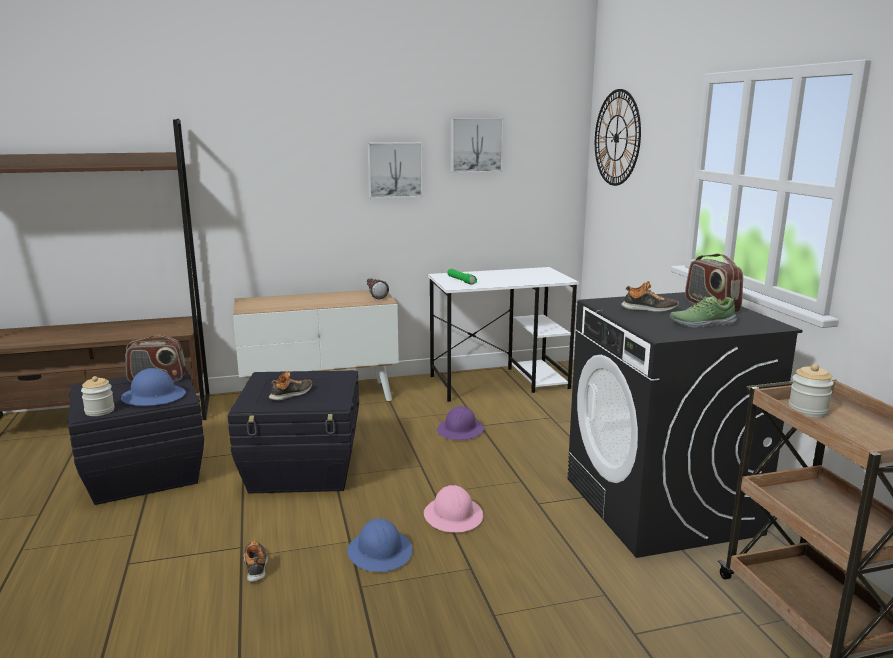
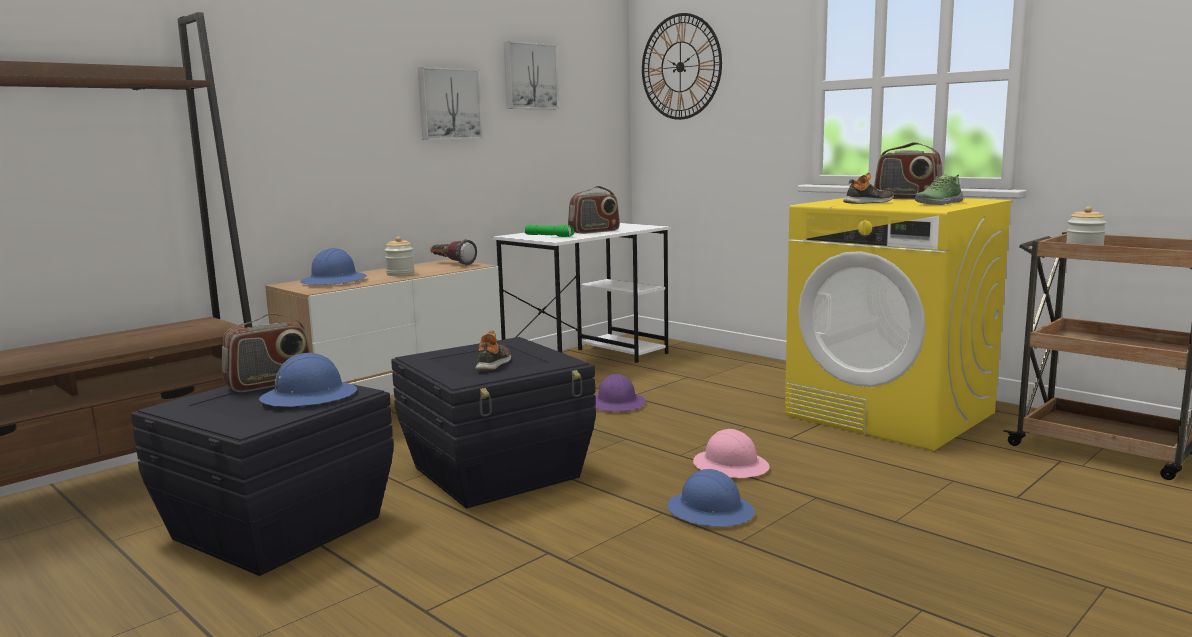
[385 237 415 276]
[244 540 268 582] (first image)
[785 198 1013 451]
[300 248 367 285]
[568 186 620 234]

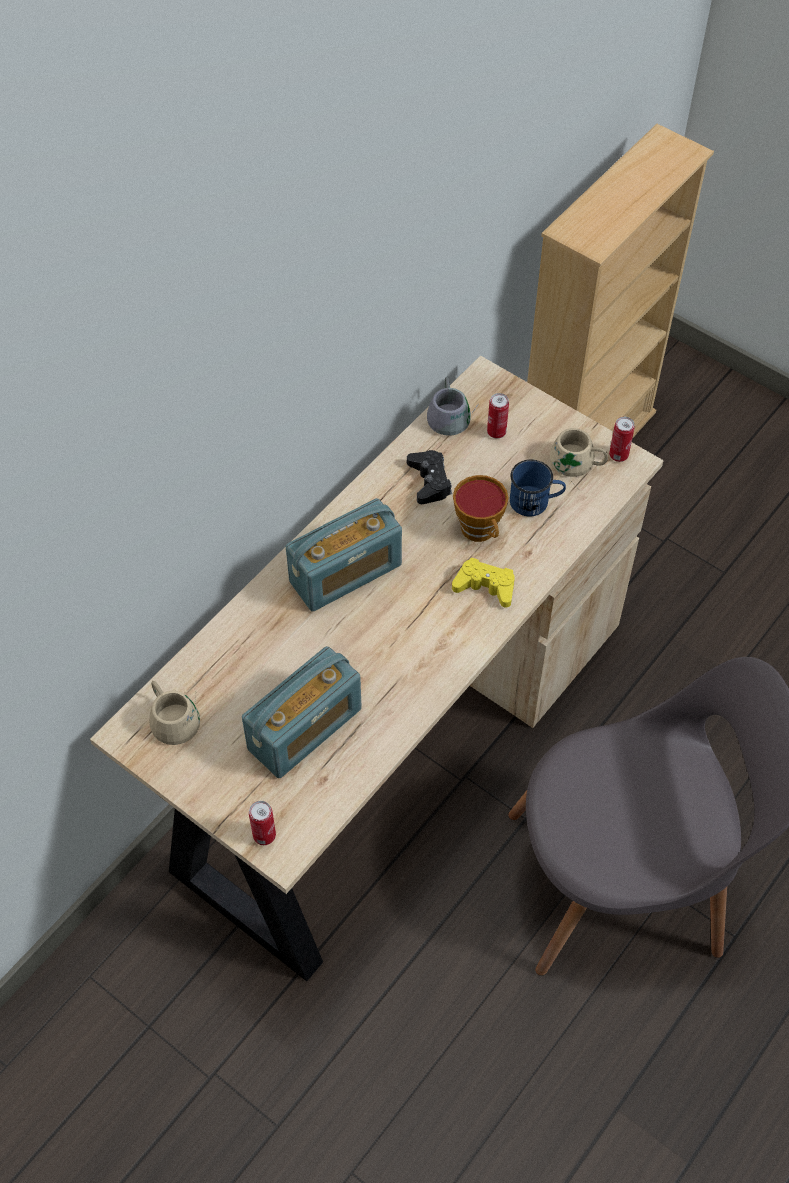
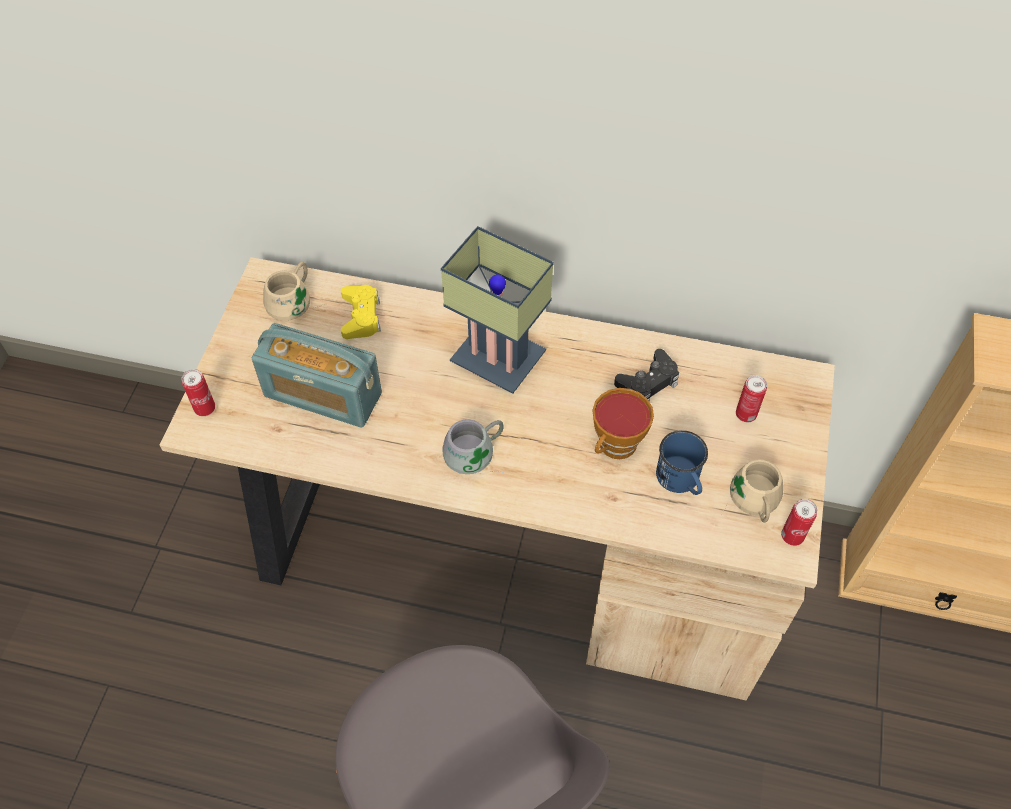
[441 226 554 394]
[442 419 505 474]
[341 285 381 339]

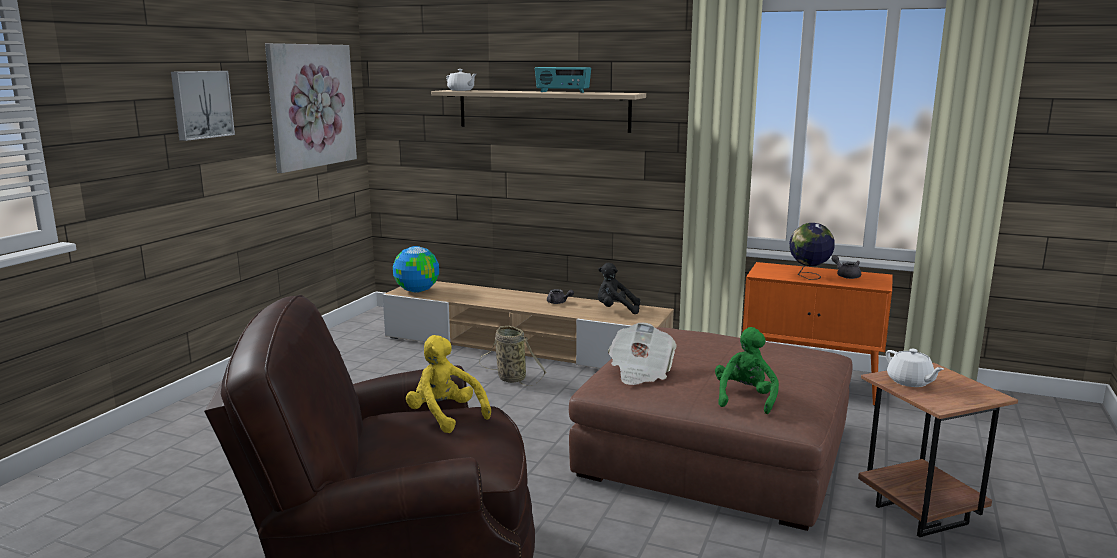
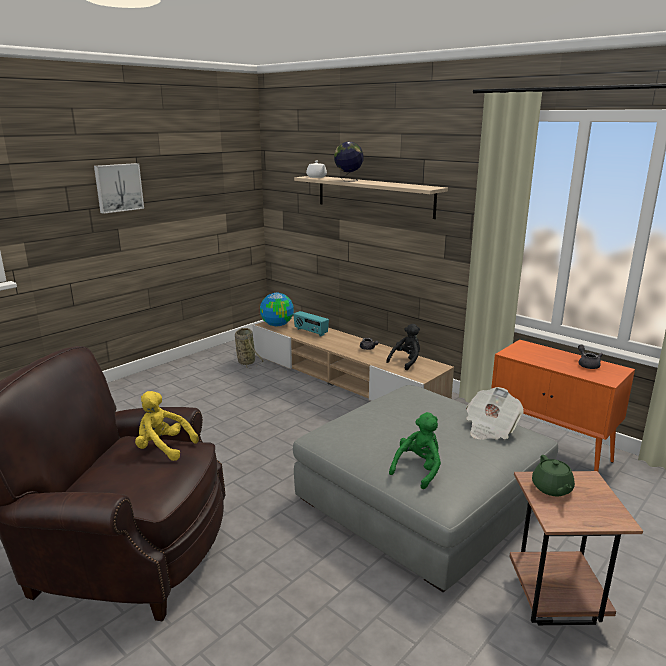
[265 43 357 173] (first image)
[135 391 198 461]
[235 328 264 369]
[293 311 329 337]
[293 385 558 592]
[386 324 420 370]
[466 387 524 439]
[334 142 364 181]
[532 455 575 496]

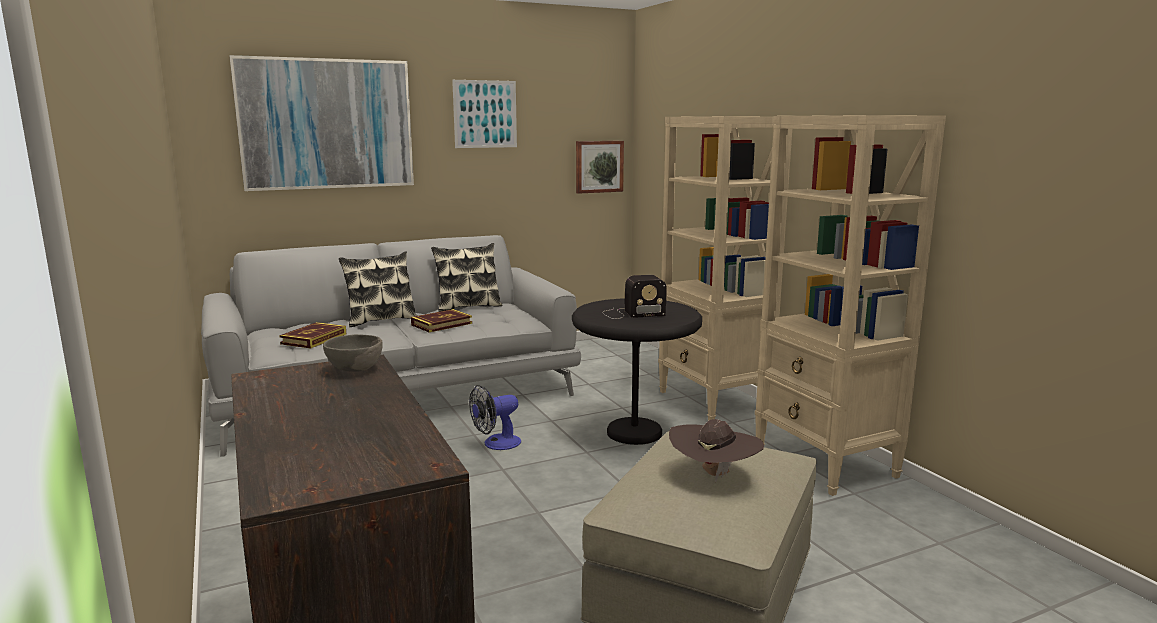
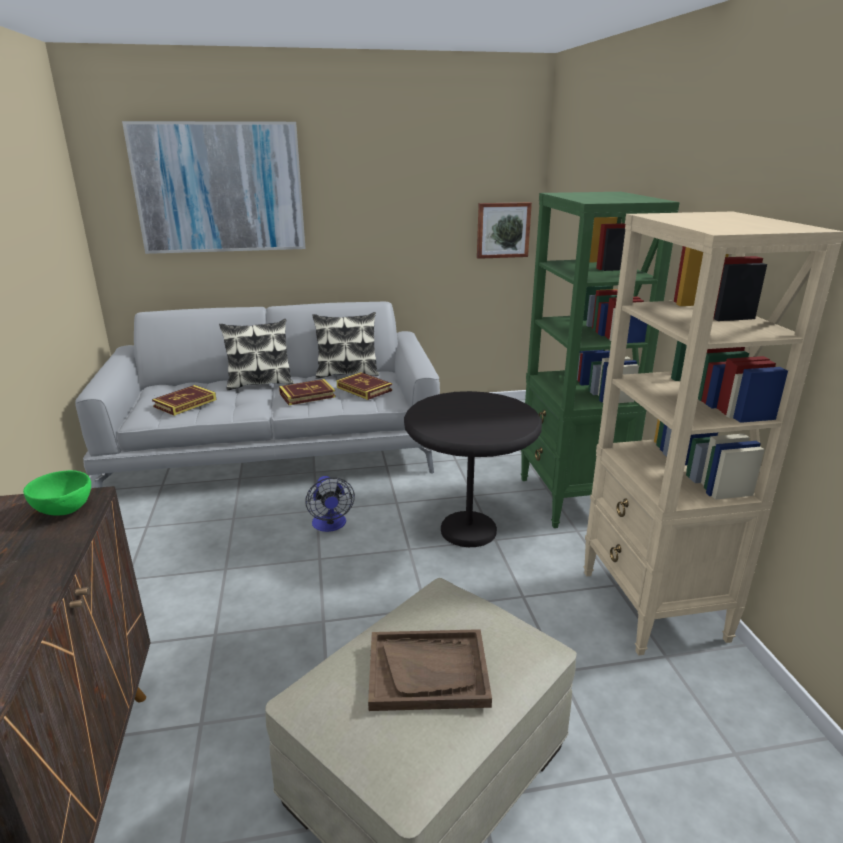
[23 470 91 515]
[452 80 517 148] (first image)
[305 476 355 532]
[603 275 667 319] (first image)
[521 192 680 528]
[368 629 492 711]
[336 372 392 400]

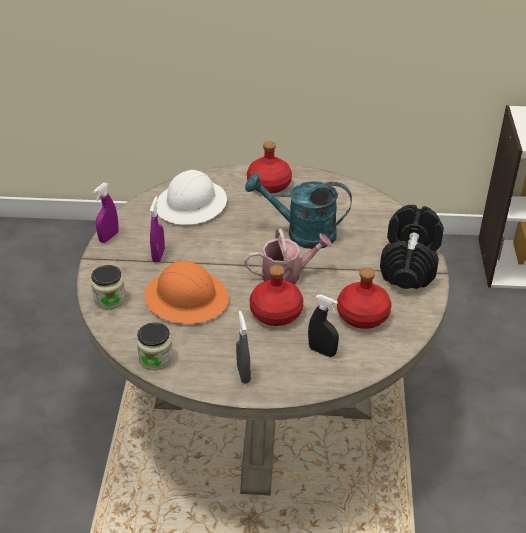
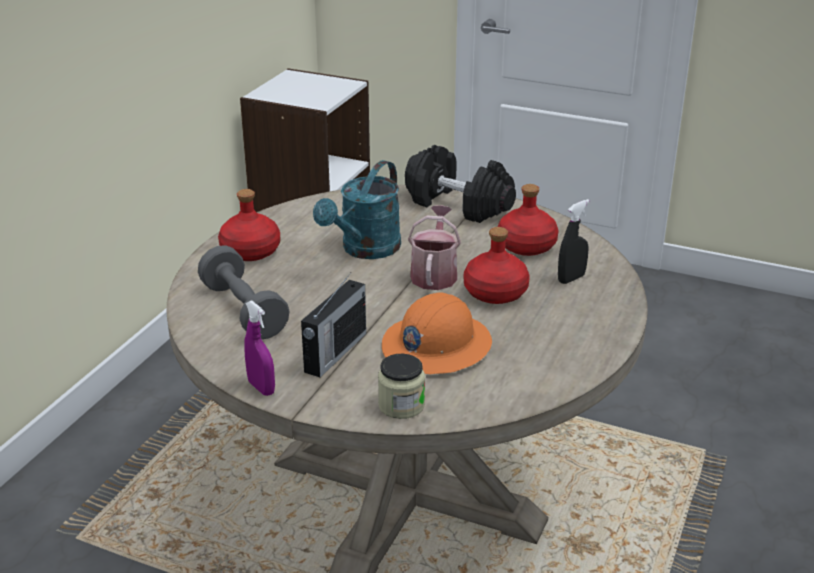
[137 323 173 370] (first image)
[301 273 366 377]
[198 245 290 339]
[236 311 251 384] (first image)

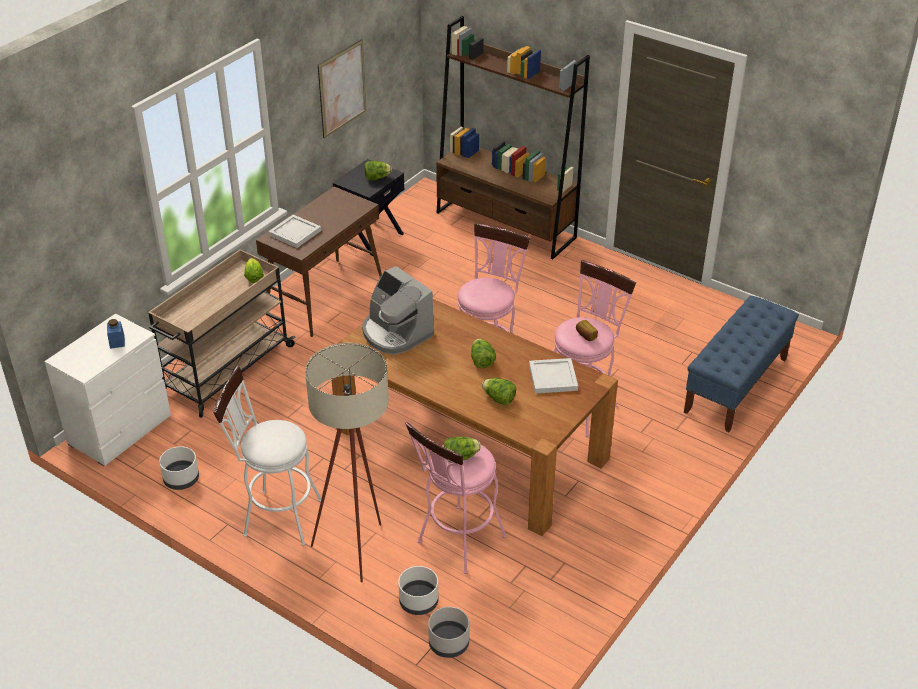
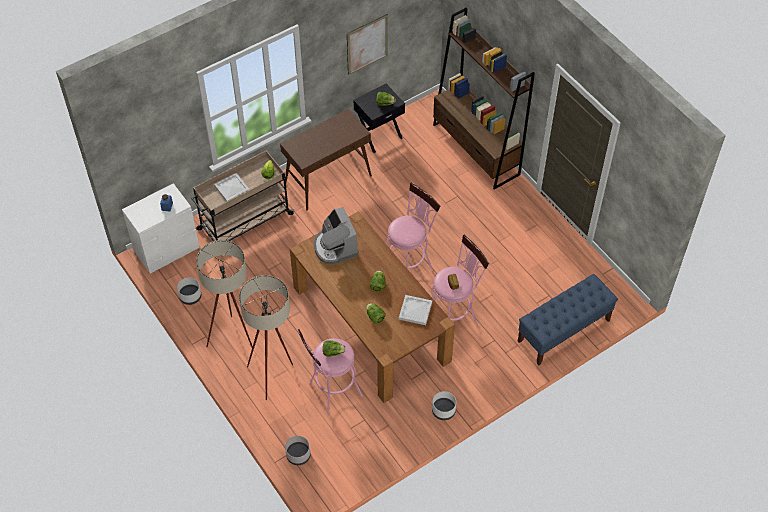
[196 240 253 347]
[214 173 249 202]
[432 391 456 420]

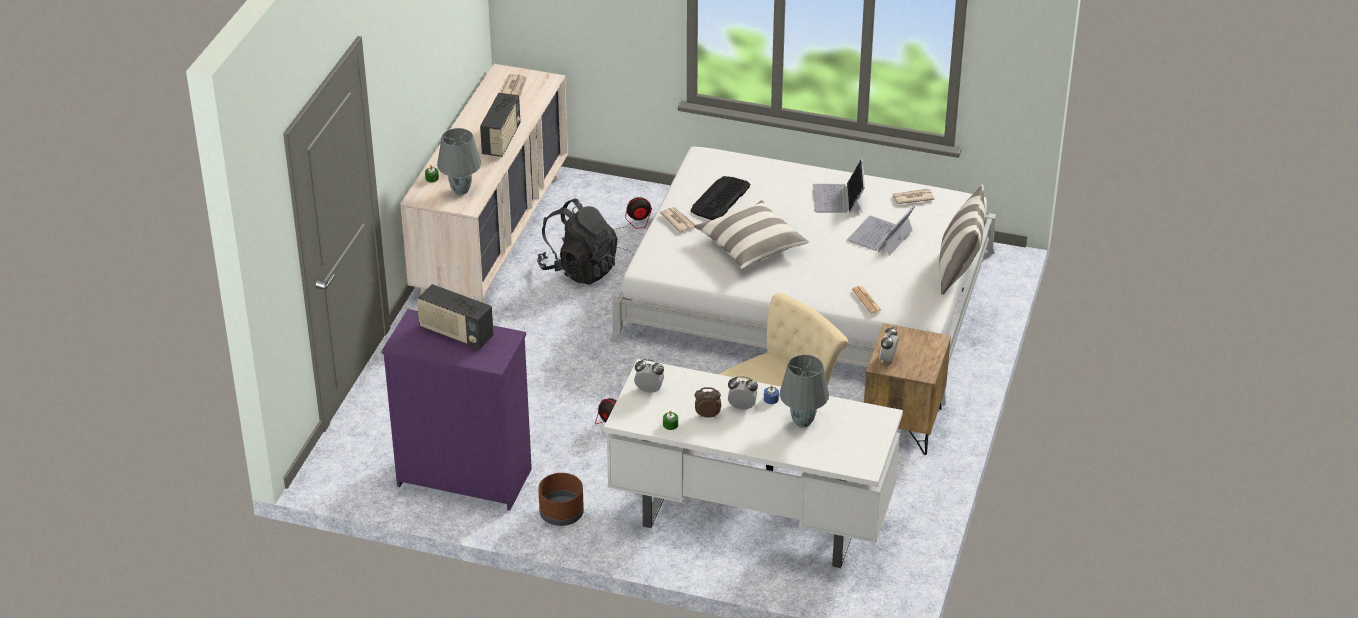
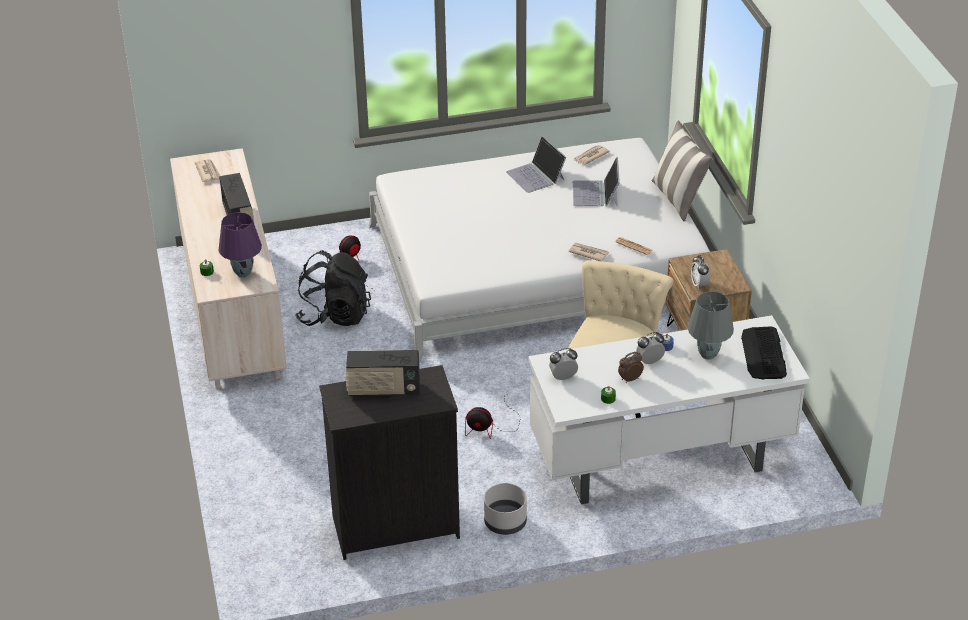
[319 365 460 560]
[219 212 262 277]
[484 483 527 535]
[568 243 609 261]
[741 326 787 379]
[694 200 809 269] (first image)

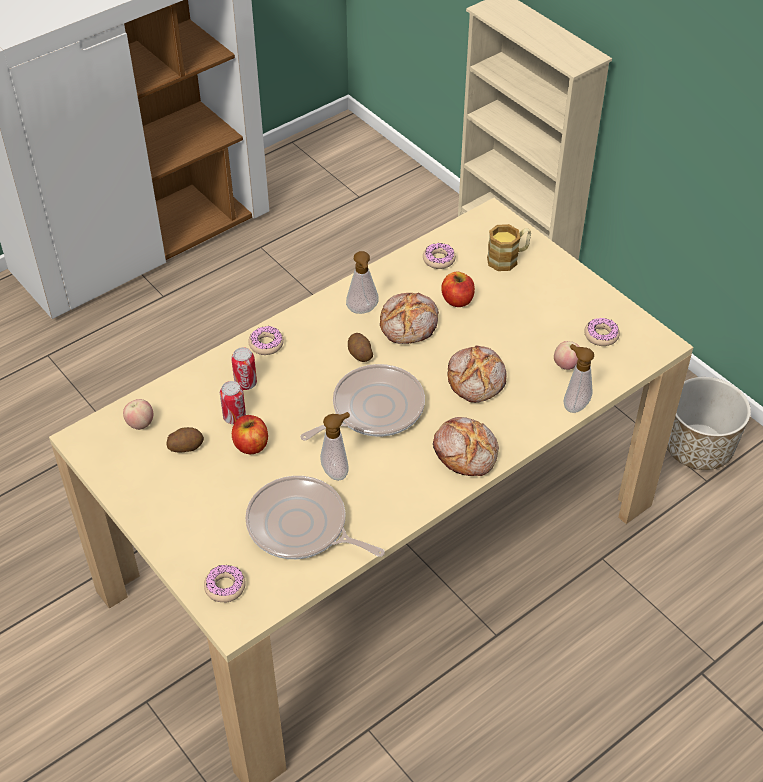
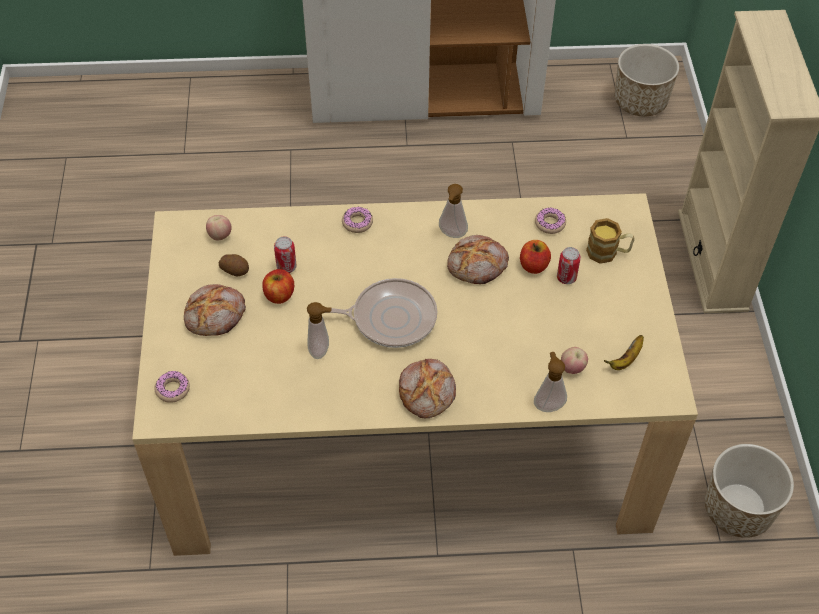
[557 247 581 284]
[245 476 385 559] (first image)
[348 333 373 362] (first image)
[184 284 246 336]
[604 335 644 370]
[615 44 679 116]

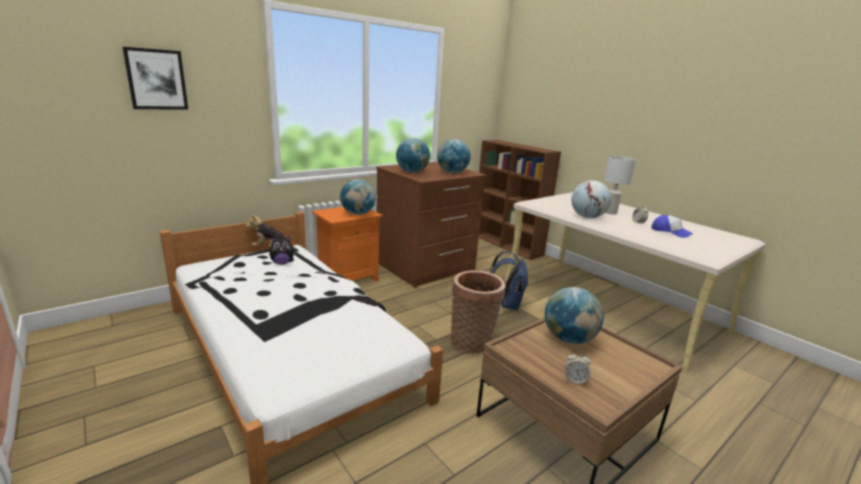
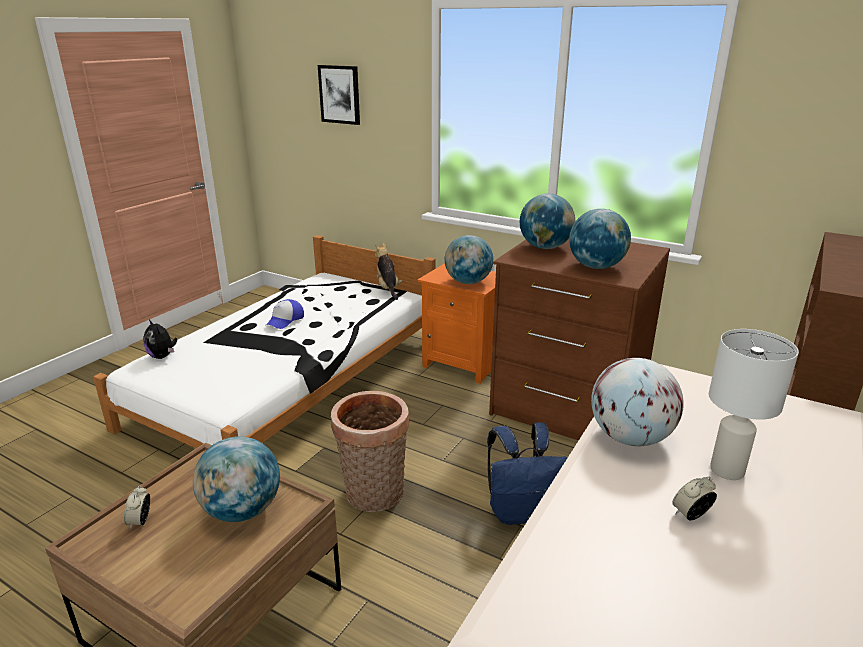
[143 319 177 359]
[266 299 304 329]

